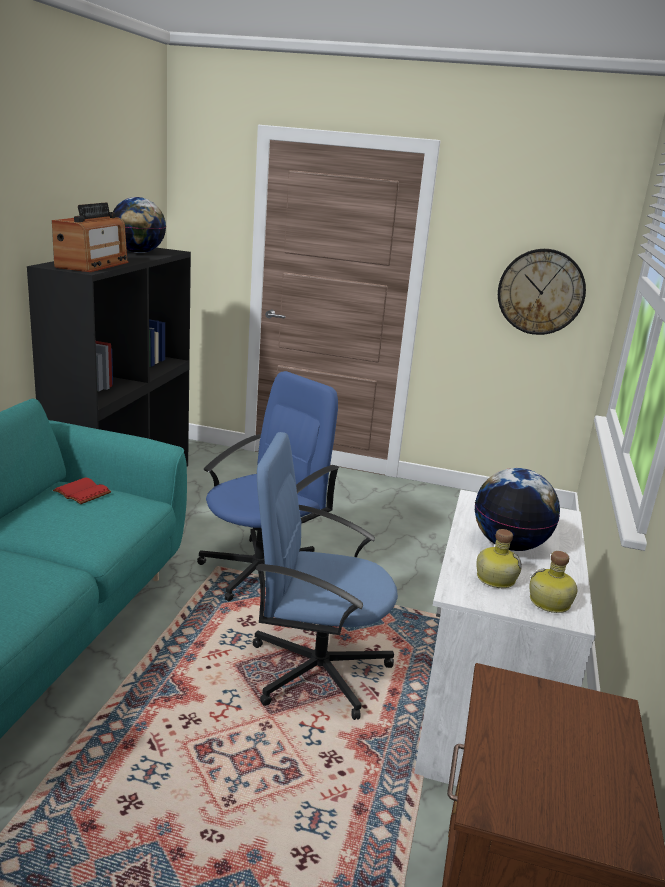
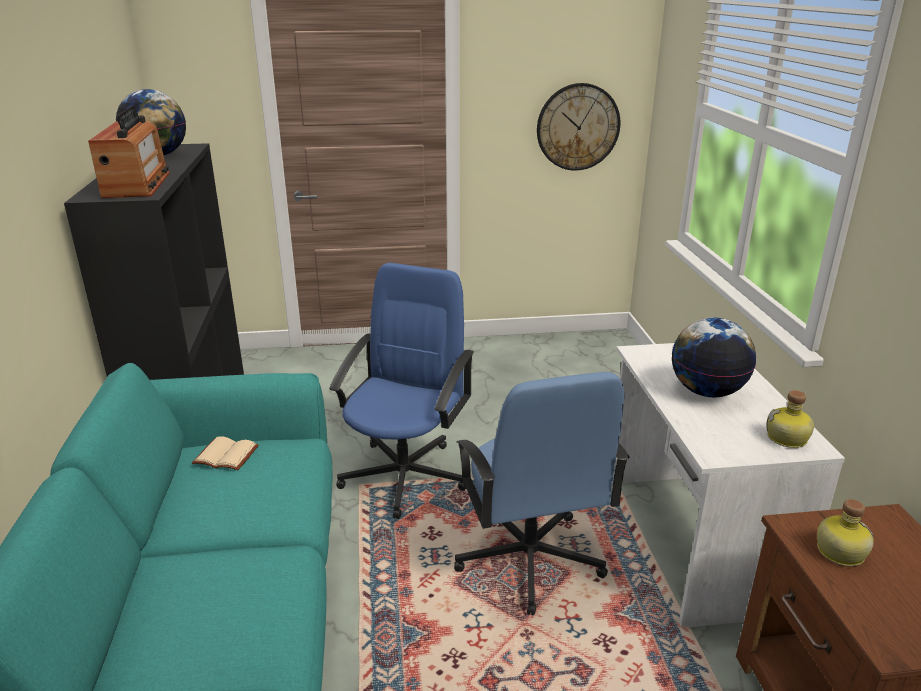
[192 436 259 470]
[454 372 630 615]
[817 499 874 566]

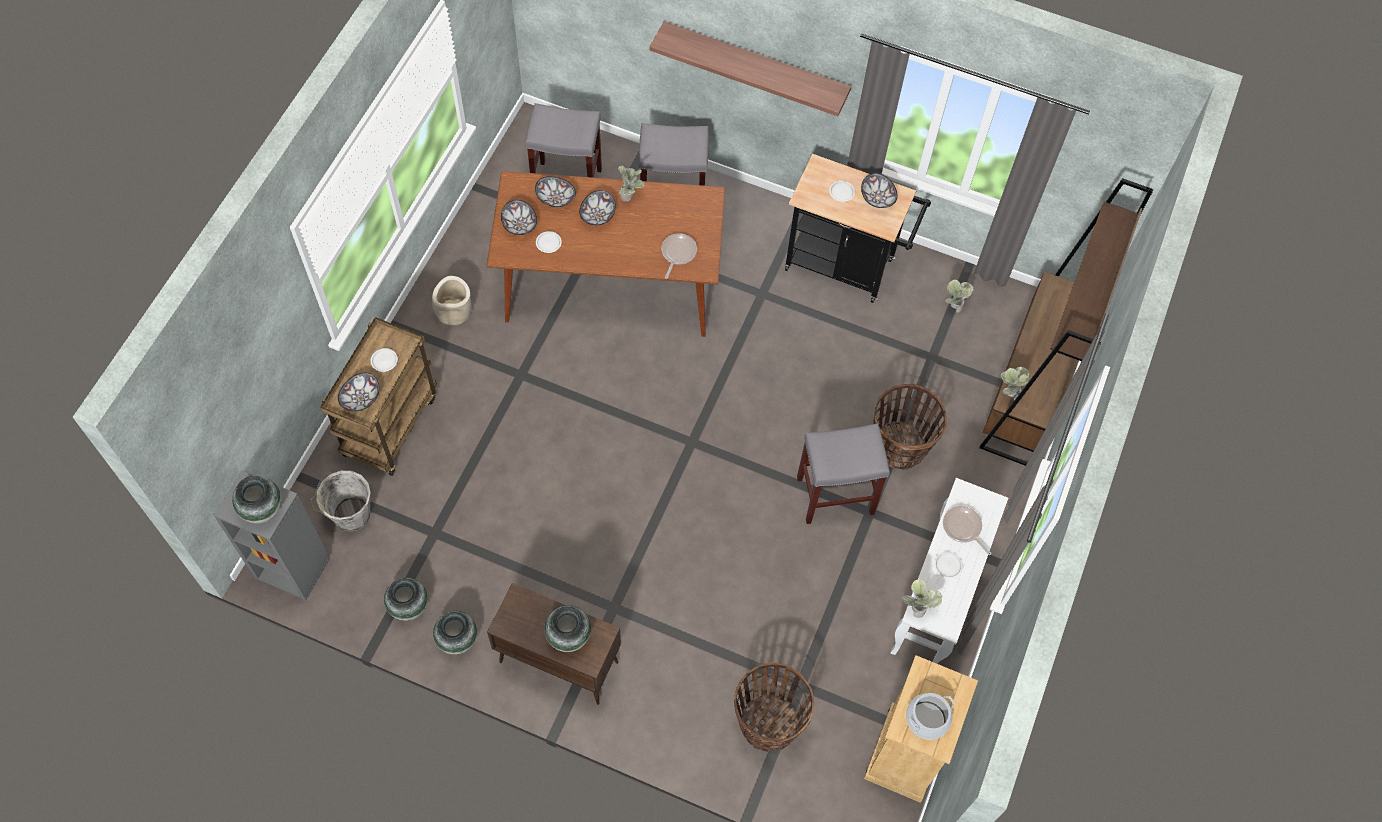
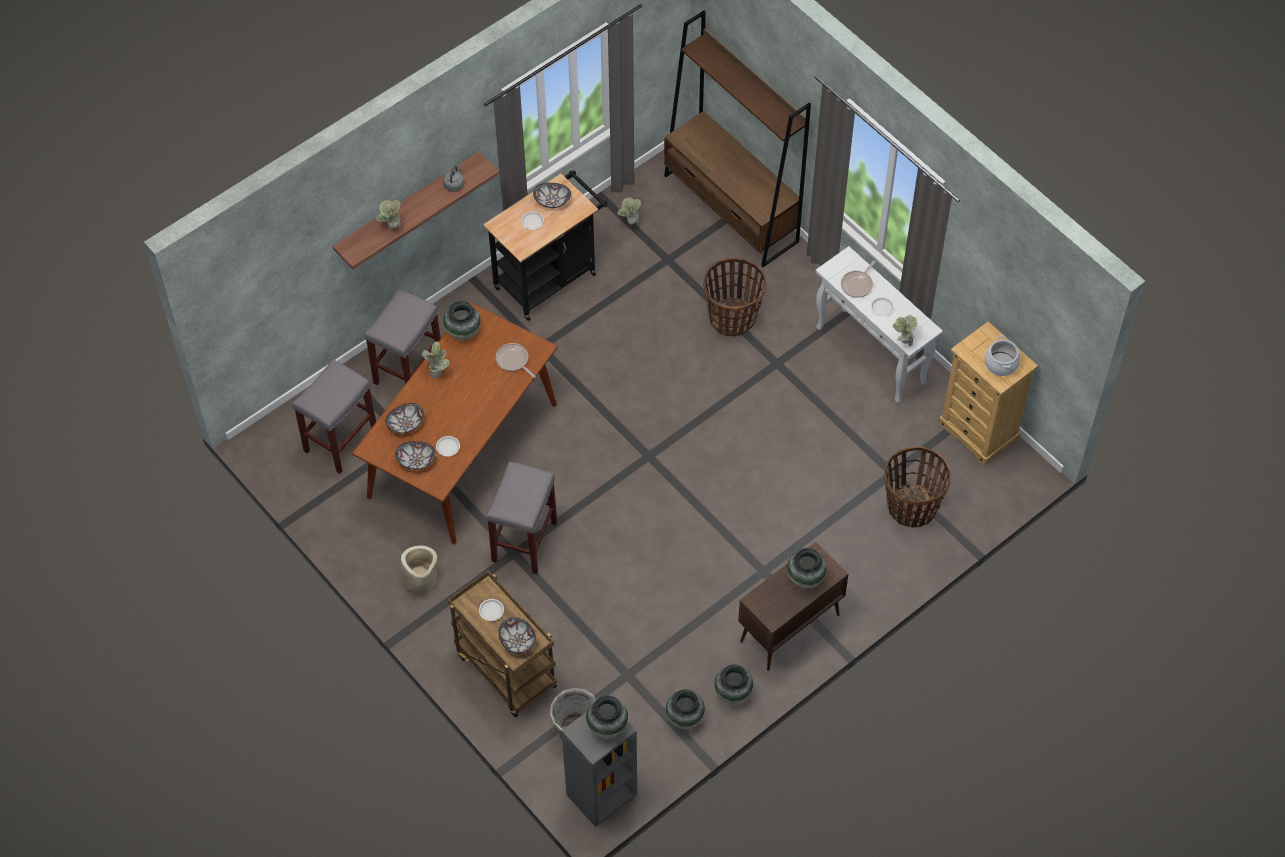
[579 190 616 225] (first image)
[486 462 557 574]
[841 260 876 298]
[376 200 401 229]
[443 164 464 192]
[443 301 481 341]

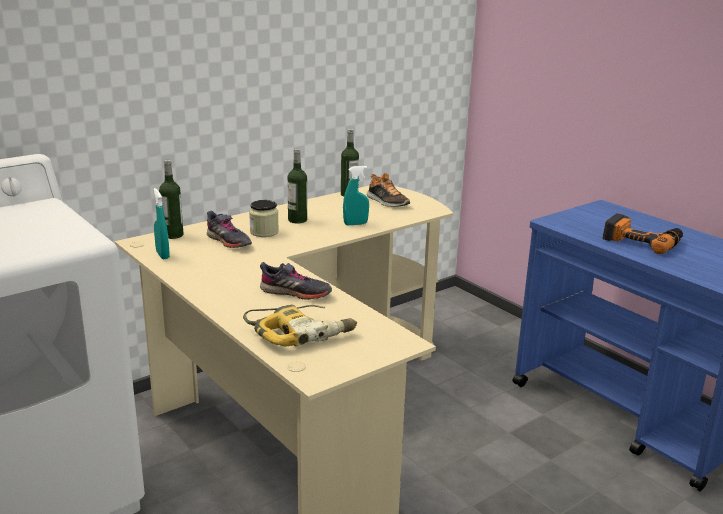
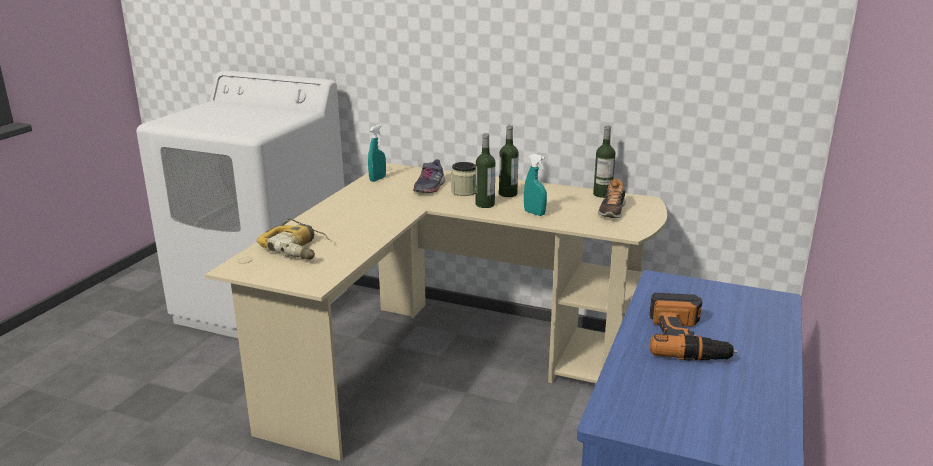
[476 133 495 208]
[260 262 332 300] (first image)

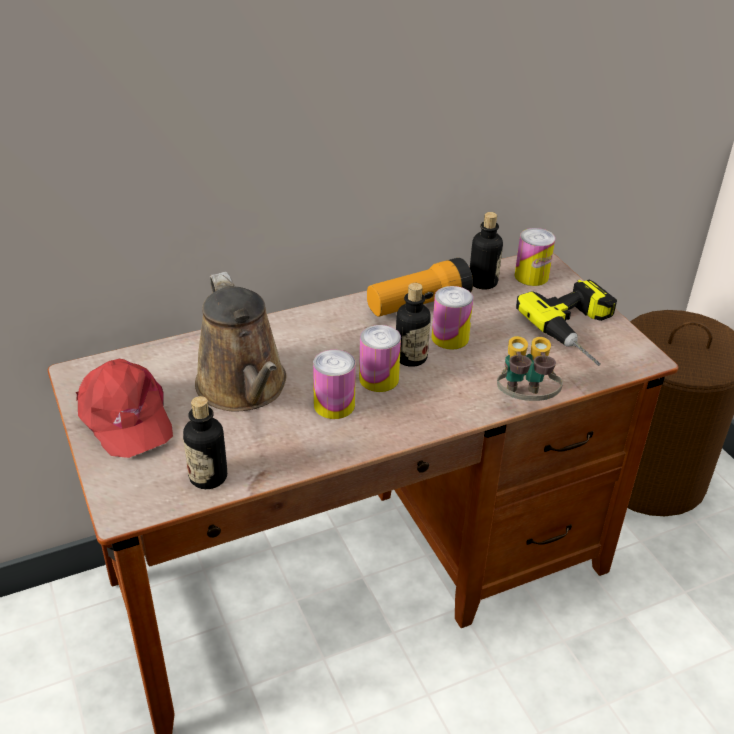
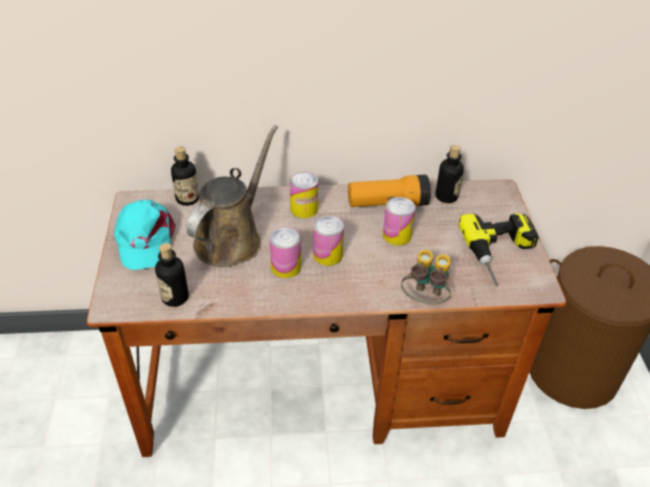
[114 200 176 270]
[186 125 278 267]
[171 147 199 206]
[290 171 318 218]

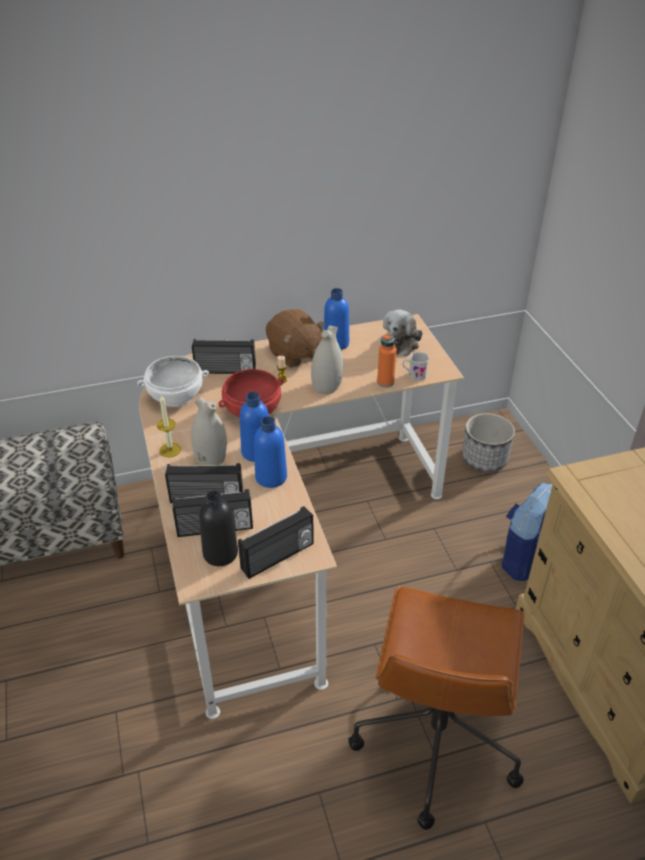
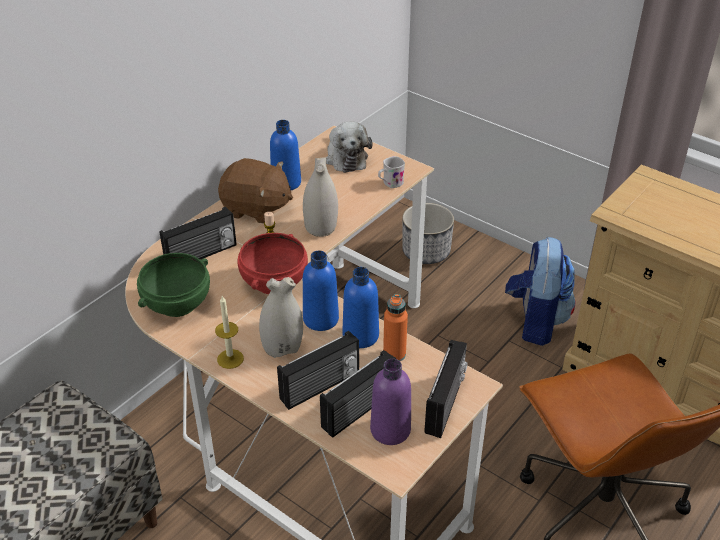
[137 253 210 317]
[370 359 411 445]
[383 294 408 361]

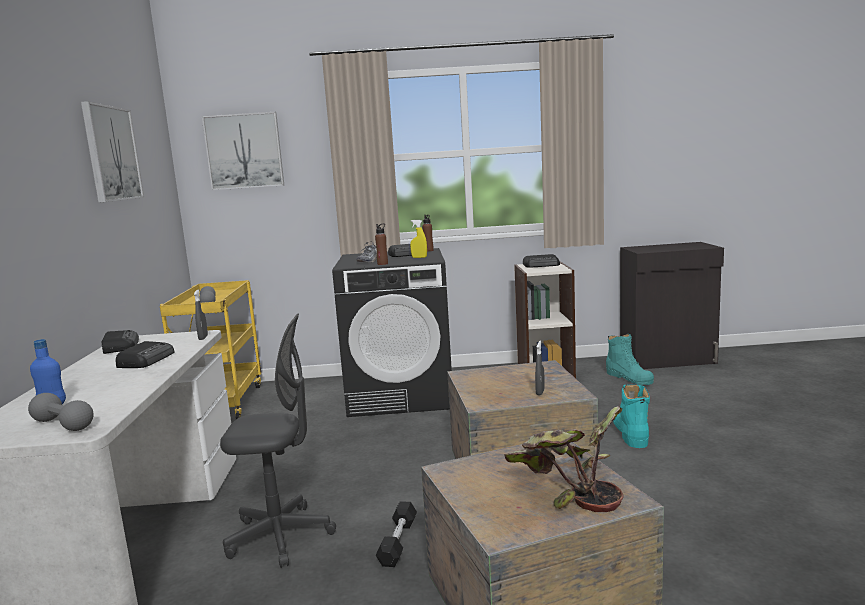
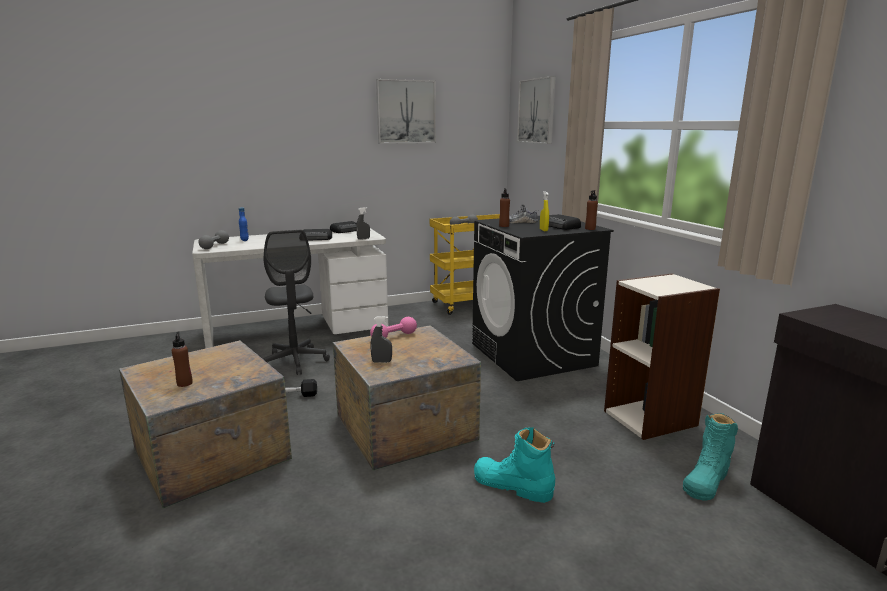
[172 332 193 387]
[523 254 560 268] (first image)
[474 427 555 503]
[370 317 417 338]

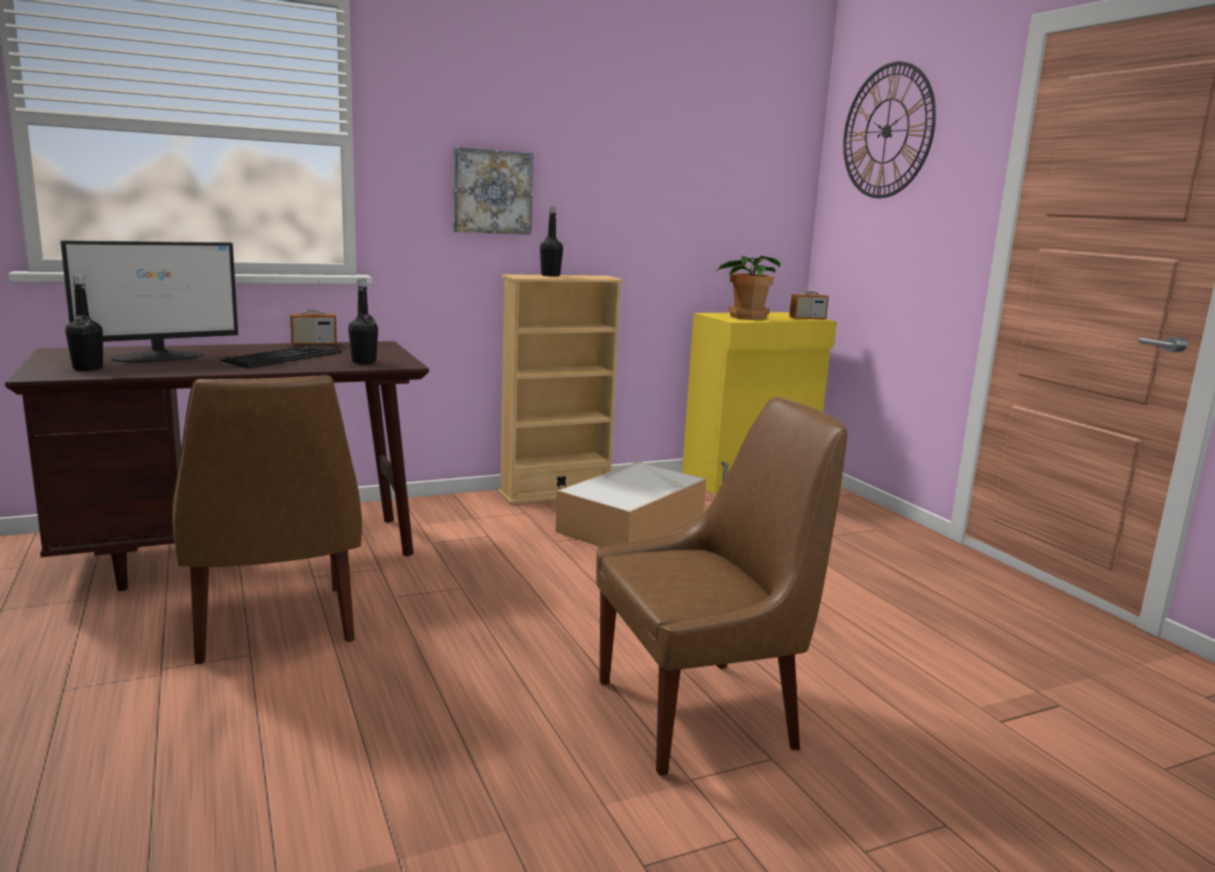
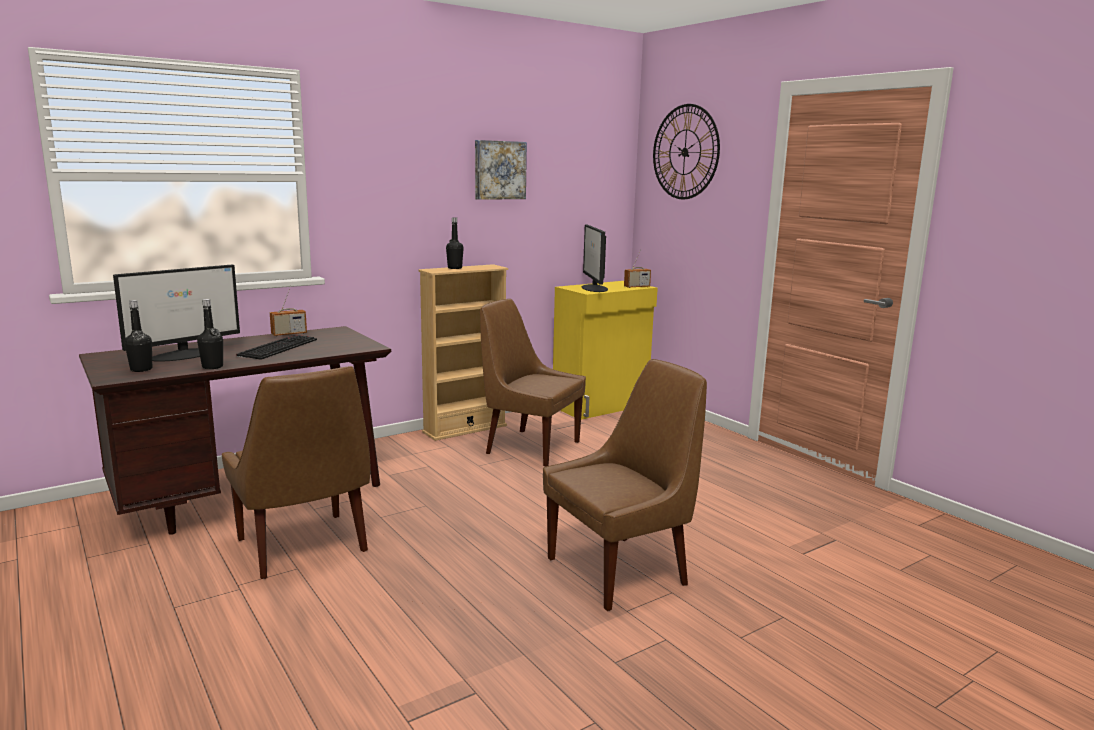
[197 299 223 369]
[475 140 527 200]
[480 299 586 467]
[582 225 608 292]

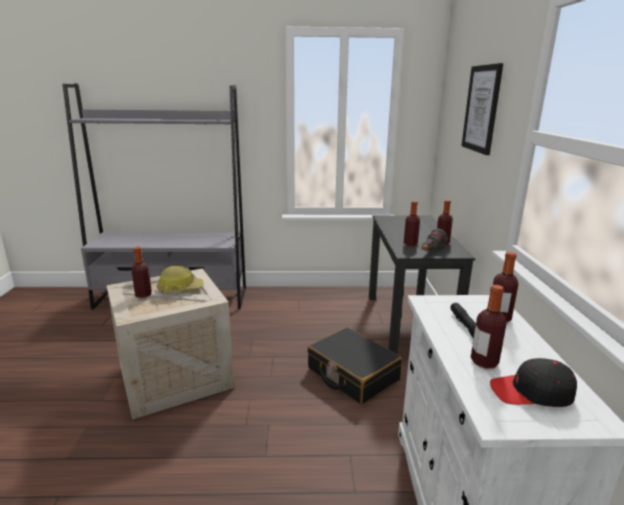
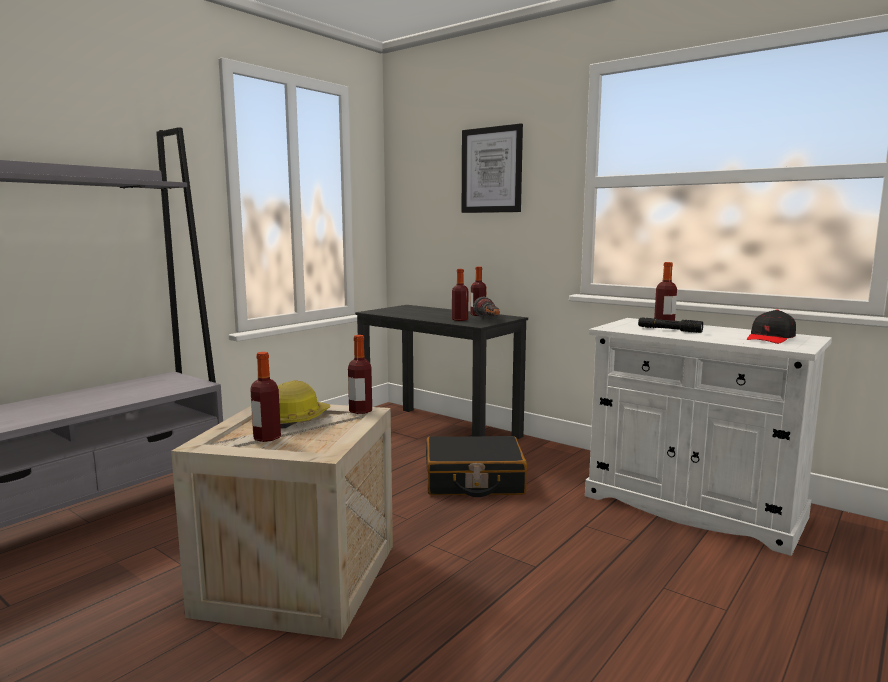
[348 335 372 414]

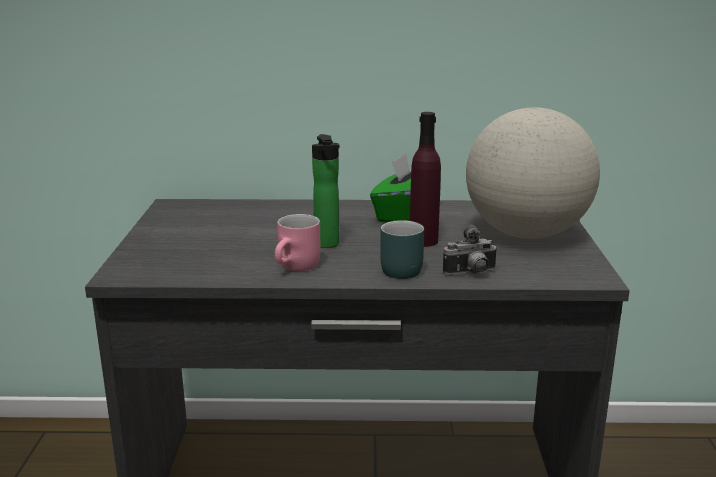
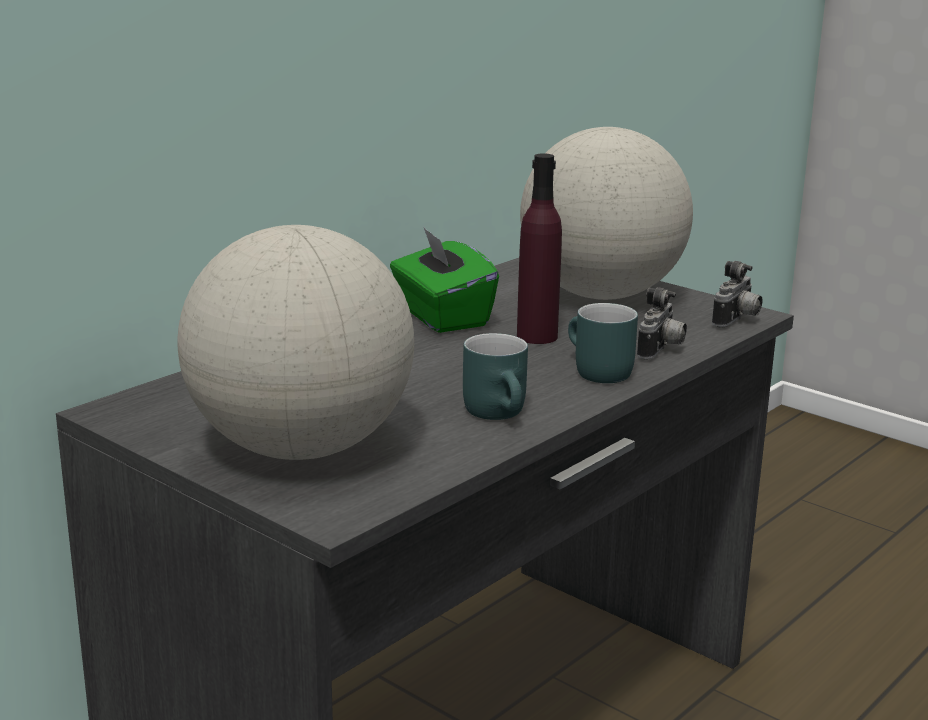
[463 333 528 420]
[312 134 340 248] (first image)
[177 225 414 460]
[712 261 762 327]

